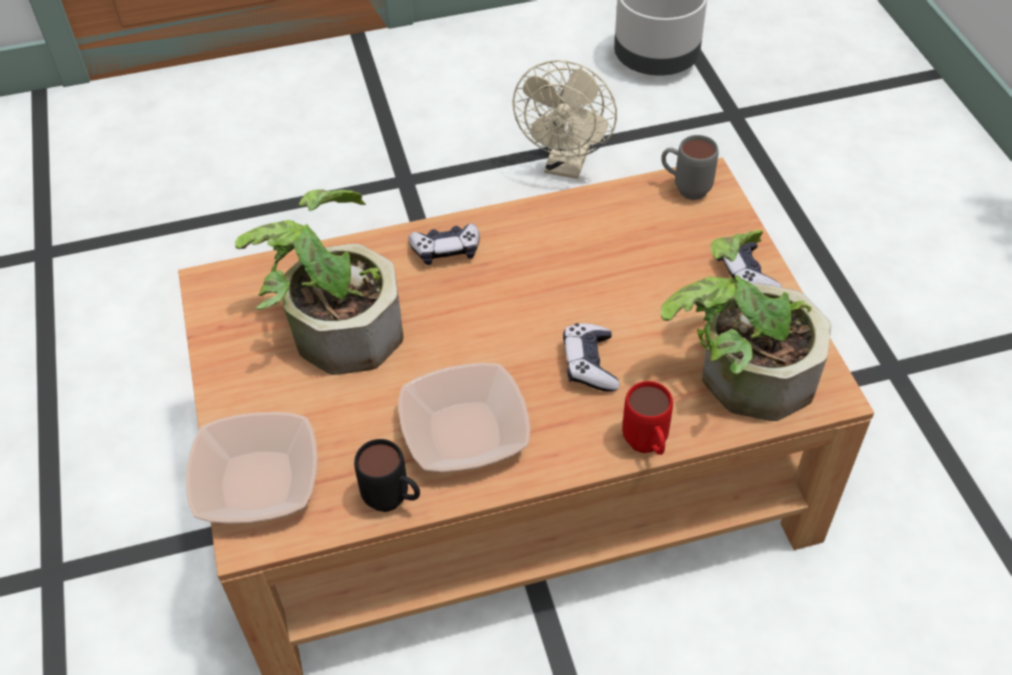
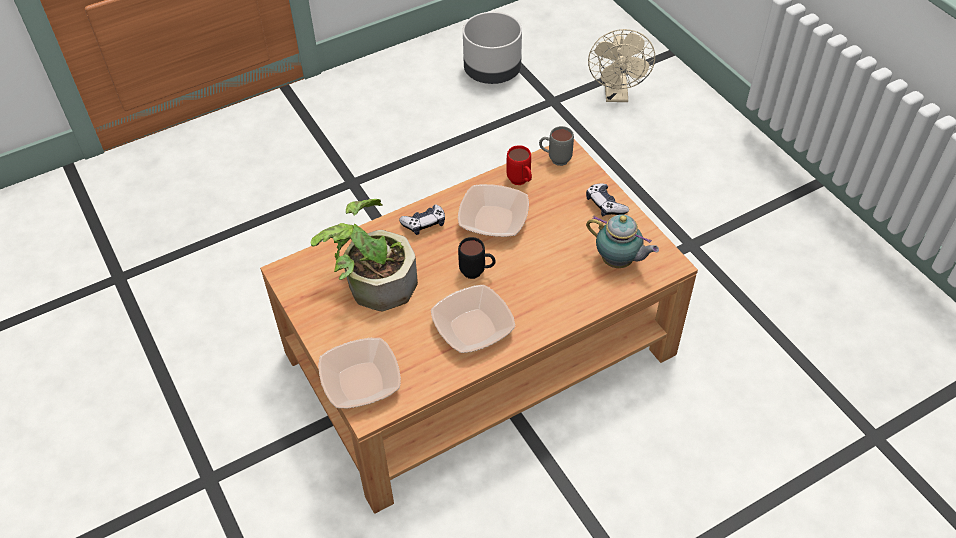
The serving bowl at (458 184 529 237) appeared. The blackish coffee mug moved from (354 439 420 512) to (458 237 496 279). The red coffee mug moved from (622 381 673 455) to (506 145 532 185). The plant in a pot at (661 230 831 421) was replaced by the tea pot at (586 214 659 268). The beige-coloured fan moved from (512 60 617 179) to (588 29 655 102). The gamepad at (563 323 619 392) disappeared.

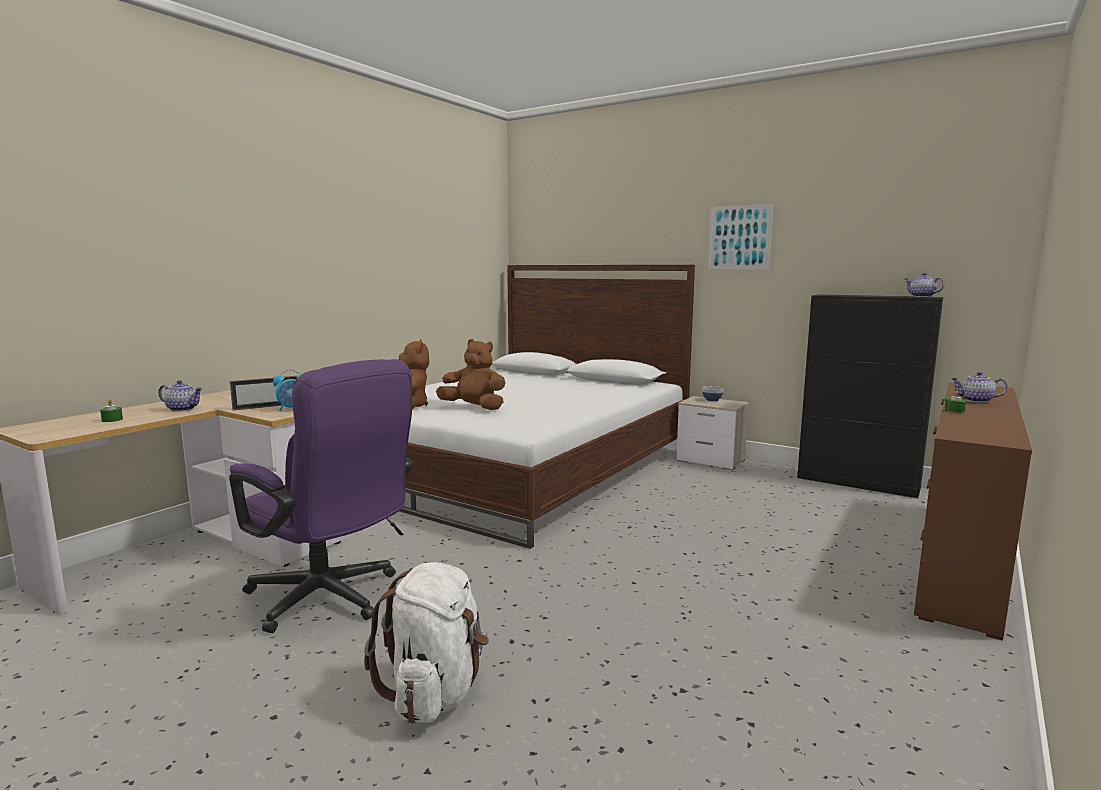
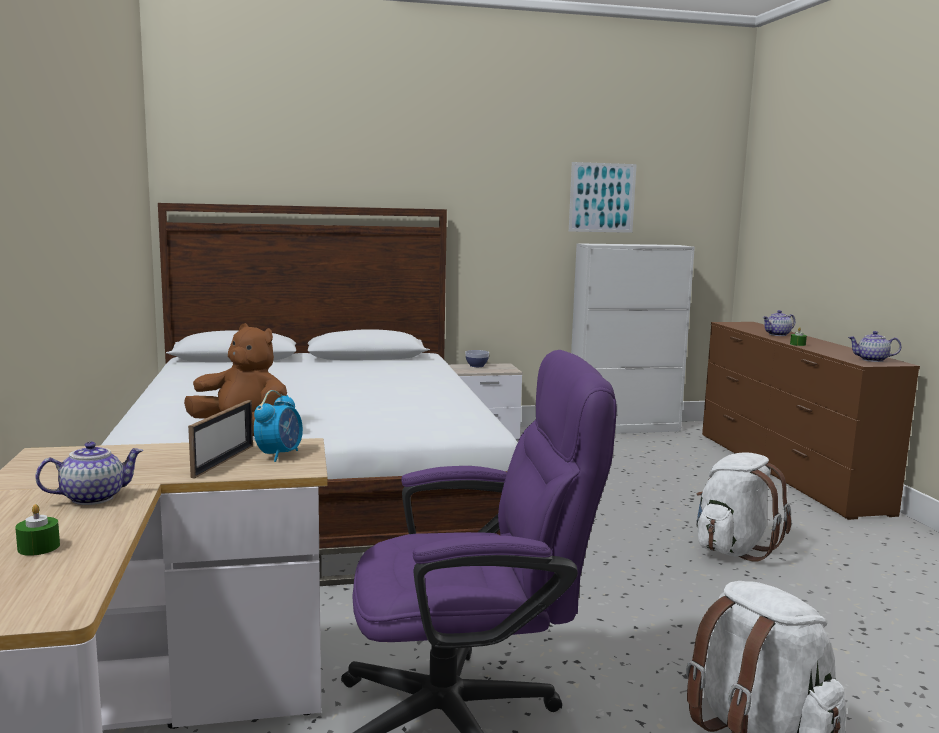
The picture moved from (708 204 773 269) to (569 162 637 233). The blackish storage cabinet at (797 294 943 498) became the white storage cabinet at (571 243 695 434). The white rucksack at (696 452 791 562) appeared. The tea pot moved from (905 273 944 297) to (848 331 901 362). The brown-coloured soft toy at (436 339 505 410) disappeared.

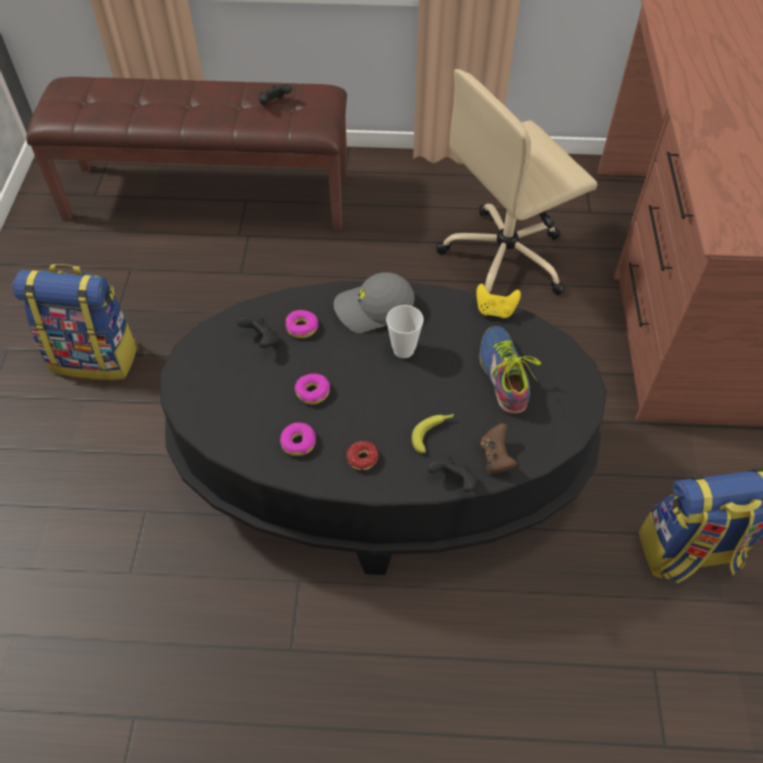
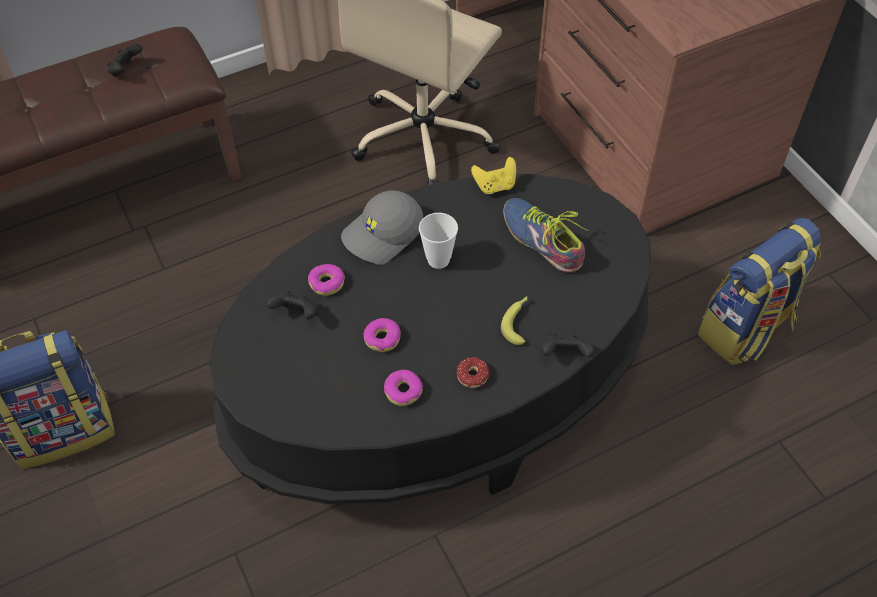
The brown-coloured gamepad at (480 423 518 474) disappeared.

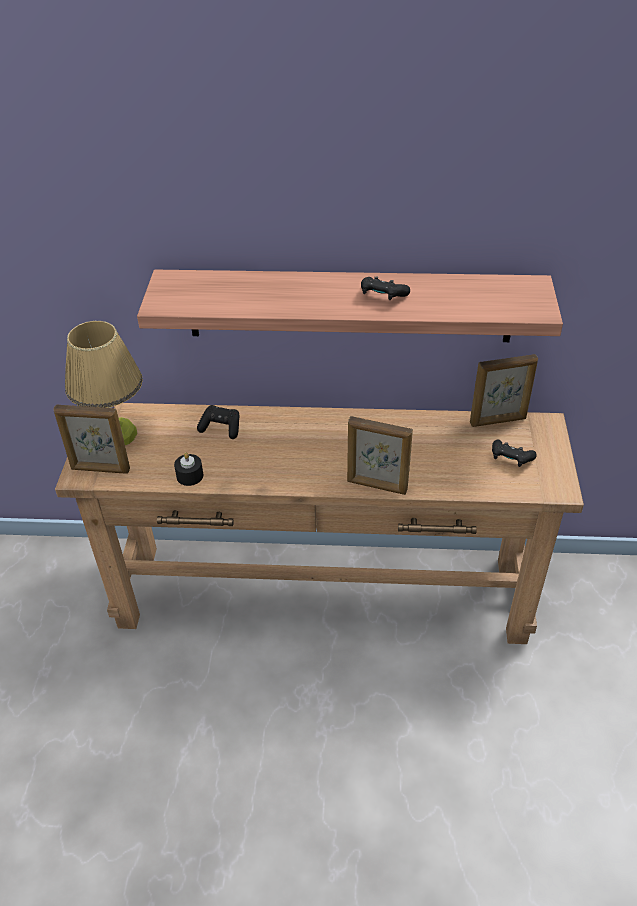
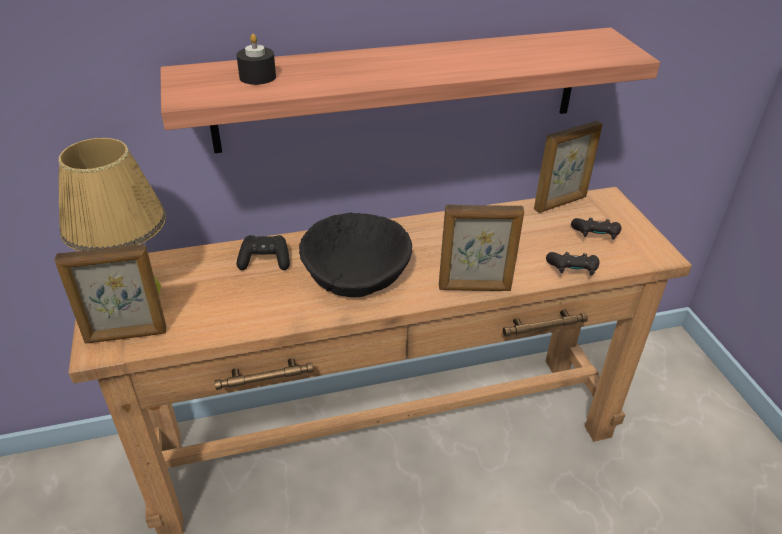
The blackish wax light moved from (174 453 203 486) to (237 34 276 85). The blackish serving bowl at (299 212 412 297) appeared. The blackish gamepad moved from (361 277 410 300) to (546 252 600 276).

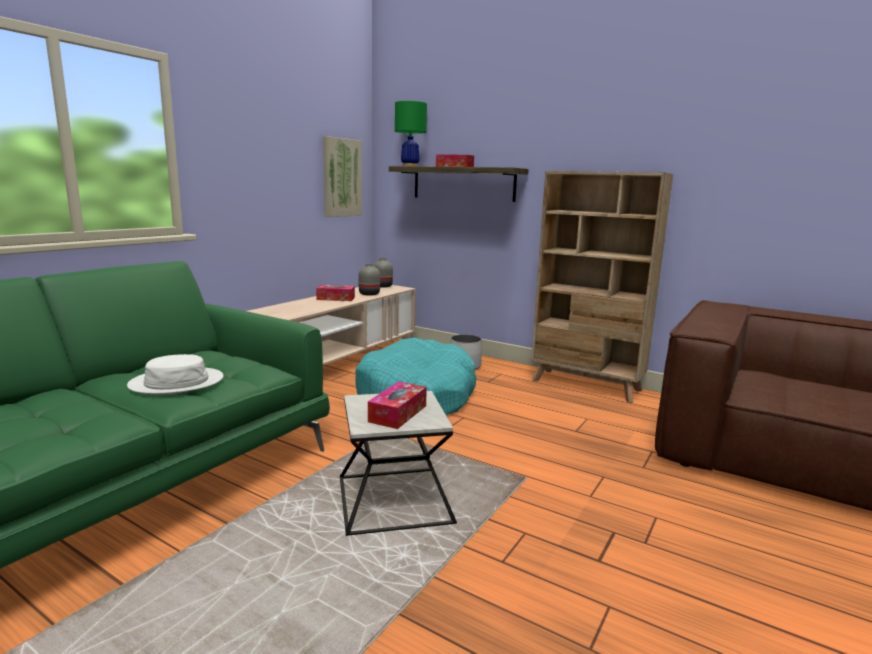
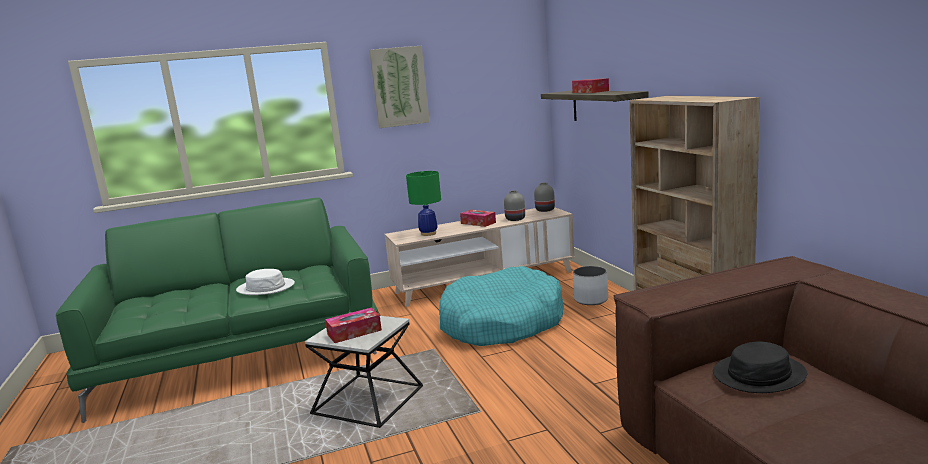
The picture moved from (323 136 362 217) to (369 46 430 128). The green lamp for a table moved from (395 100 427 166) to (406 171 441 236). The blackish hat at (713 341 807 393) appeared.

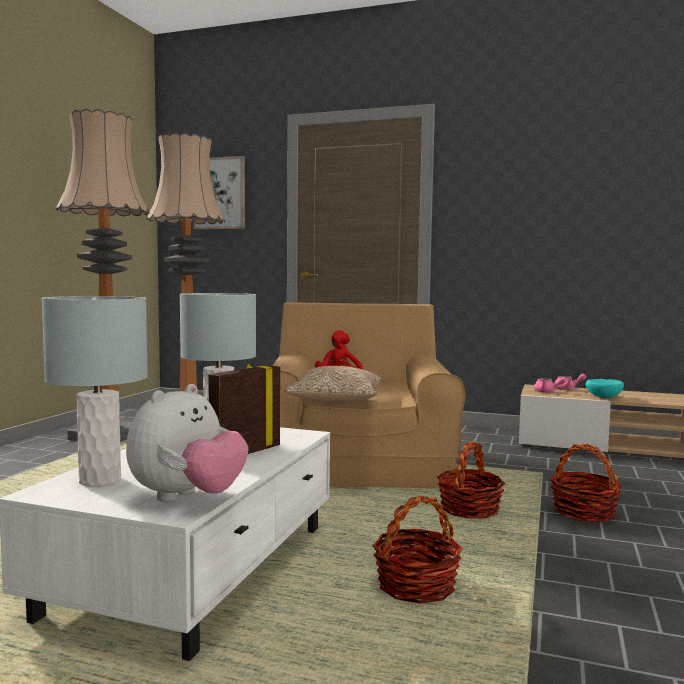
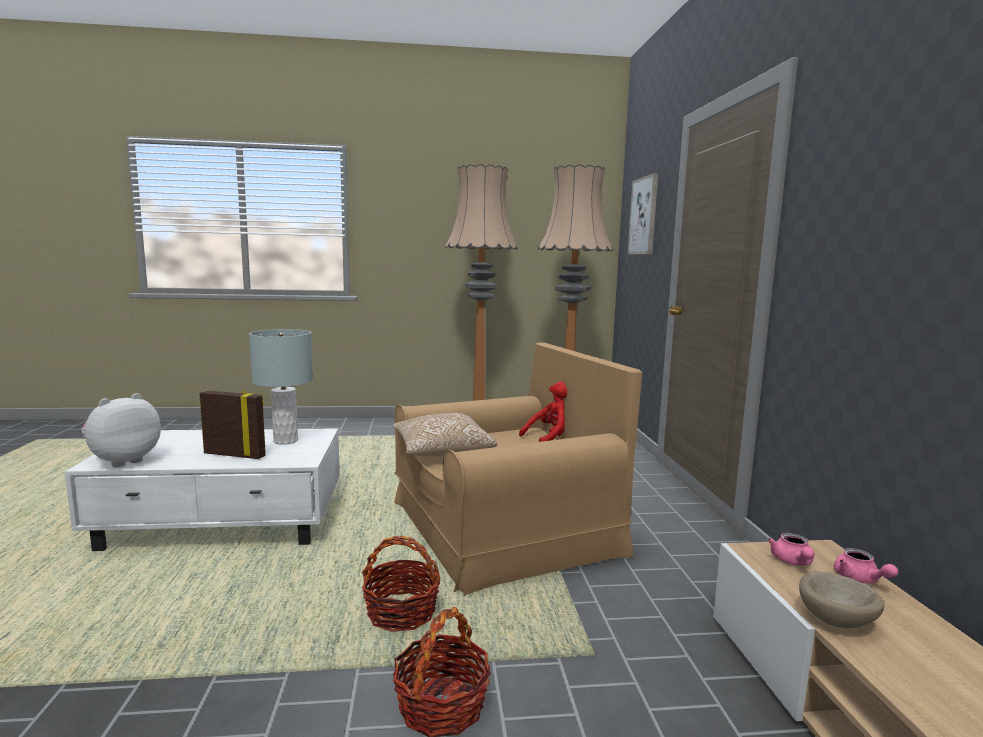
The soft toy at (126 384 249 502) turned 120 degrees clockwise. The blue-green serving bowl at (585 379 624 398) became the beige-coloured serving bowl at (799 571 885 628). The greyish lamp for a table at (42 296 148 487) disappeared. The storage basket at (372 496 463 604) disappeared.

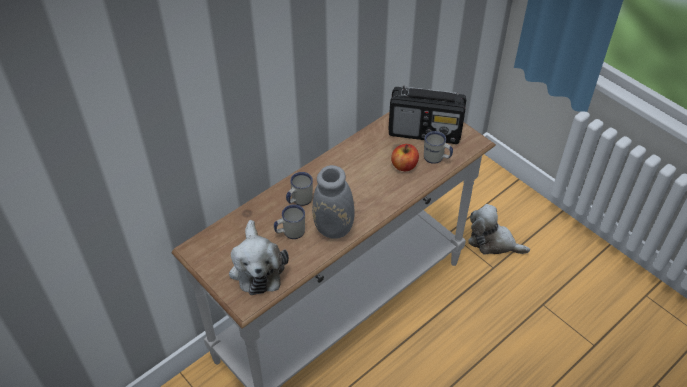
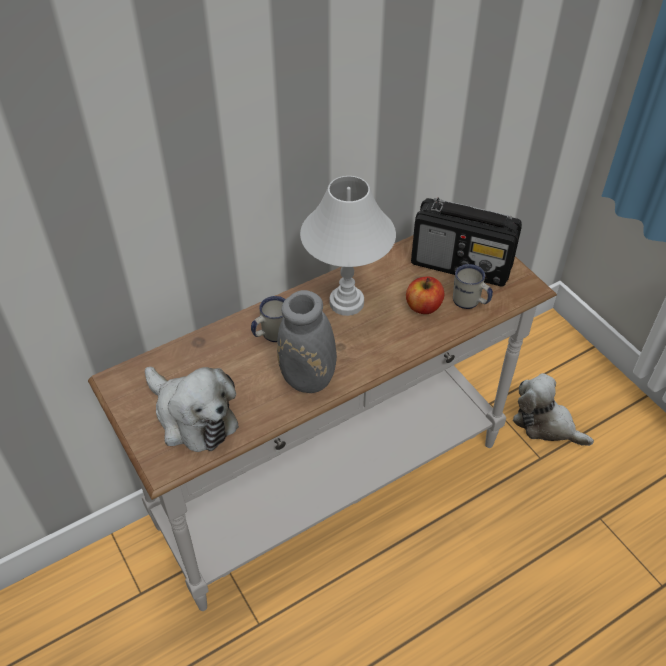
The soft toy at (229 220 289 295) turned 45 degrees counterclockwise. The white lamp for a table at (300 176 396 316) appeared. The white coffee mug at (274 204 305 239) disappeared.

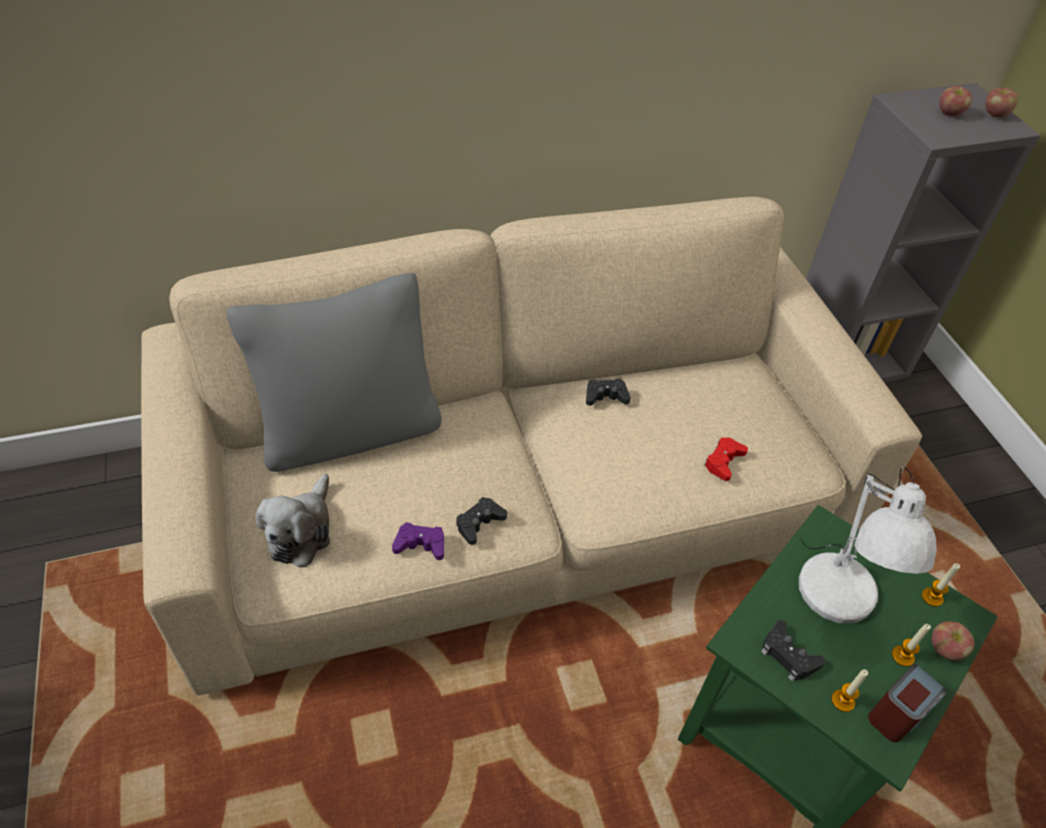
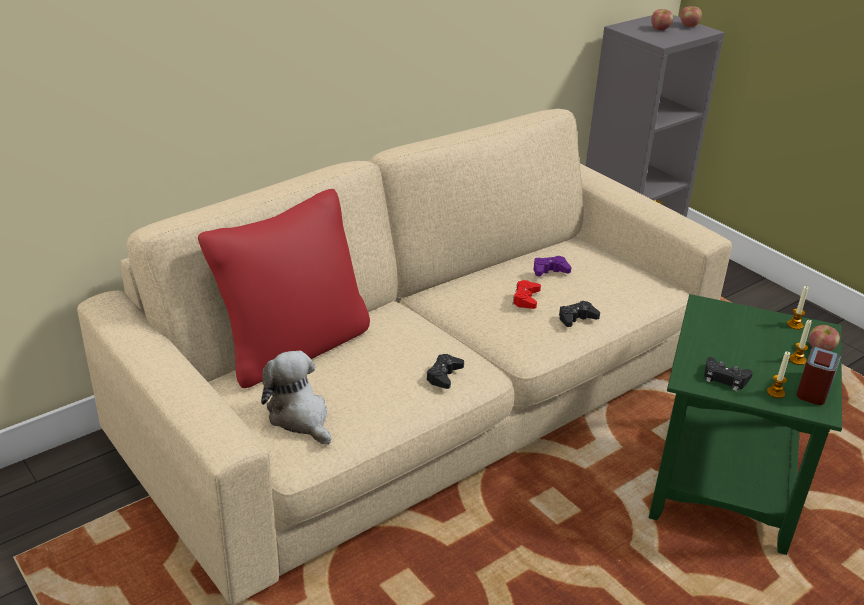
The greyish throw pillow at (226 273 442 472) became the red throw pillow at (198 189 370 388). The soft toy at (256 474 330 567) turned 150 degrees clockwise. The red gamepad moved from (704 437 748 481) to (512 280 541 309). The purplish gamepad moved from (392 522 444 560) to (533 256 571 276). The blackish gamepad moved from (586 379 631 406) to (559 301 600 327). The white lamp for a table at (799 467 937 623) disappeared.

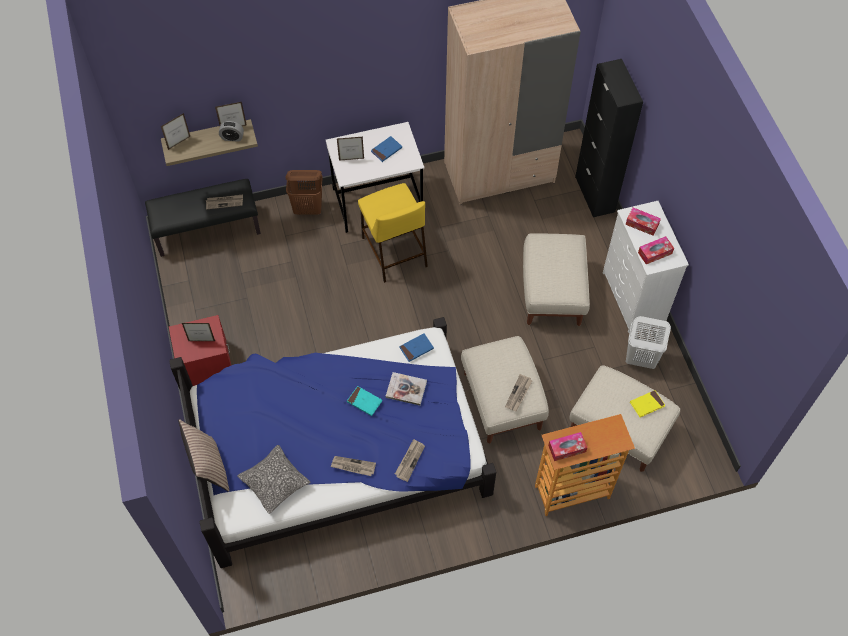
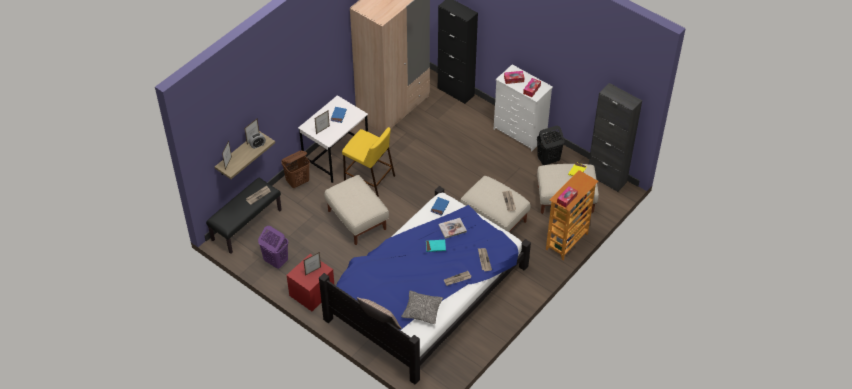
The purplish laundry basket at (258 226 288 269) appeared. The beige-coloured footrest moved from (523 233 590 326) to (324 175 389 245). The white laundry basket at (626 316 671 369) became the blackish laundry basket at (537 126 564 166). The blackish storage cabinet at (589 83 642 192) appeared.

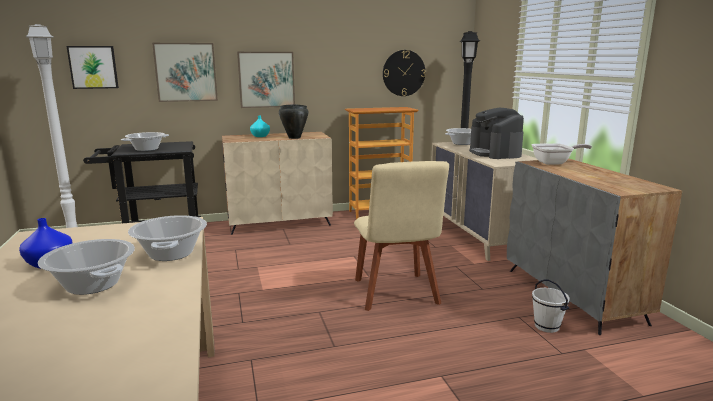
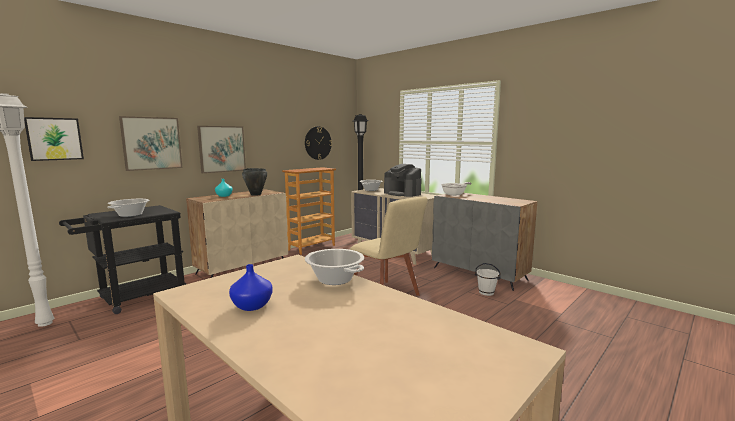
The cooking pot at (38 239 135 295) disappeared.

